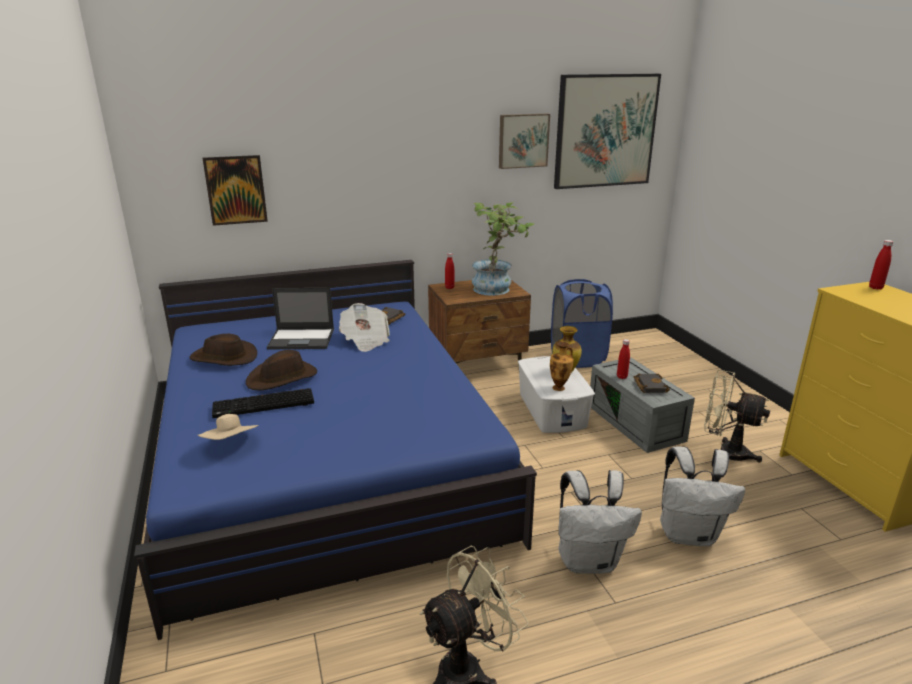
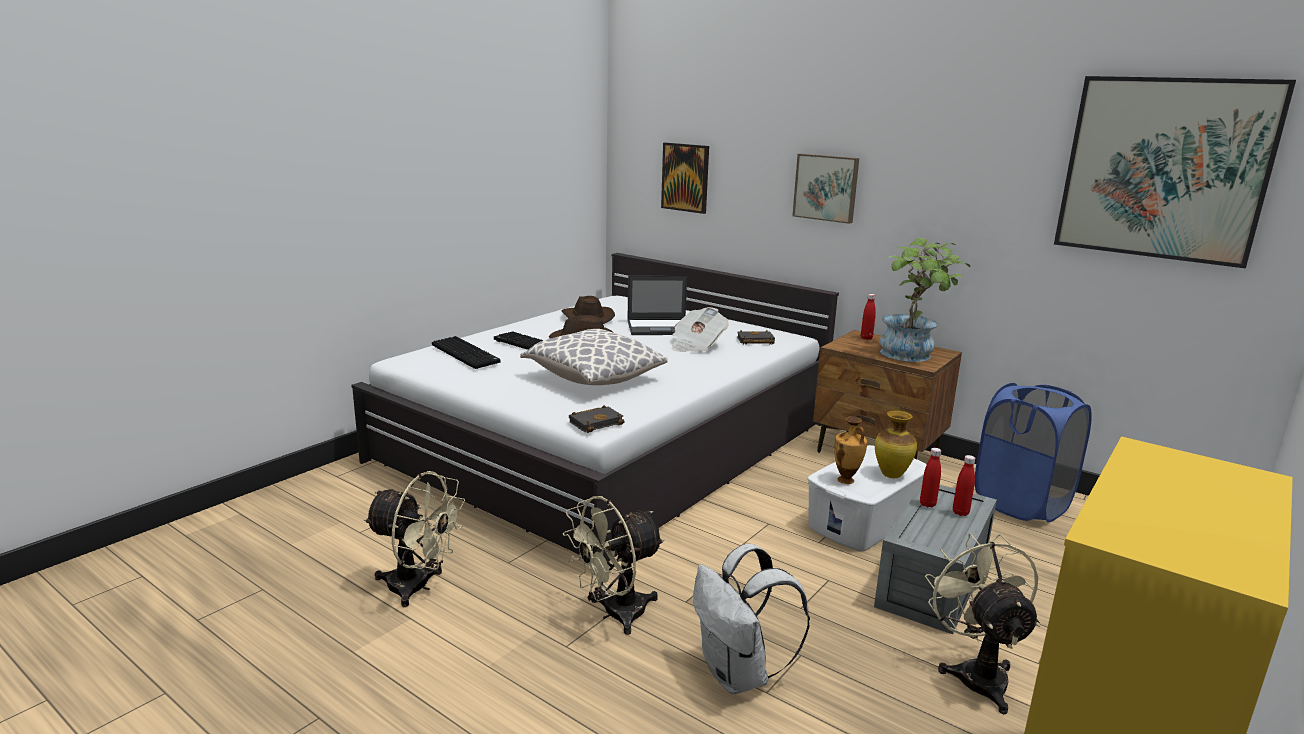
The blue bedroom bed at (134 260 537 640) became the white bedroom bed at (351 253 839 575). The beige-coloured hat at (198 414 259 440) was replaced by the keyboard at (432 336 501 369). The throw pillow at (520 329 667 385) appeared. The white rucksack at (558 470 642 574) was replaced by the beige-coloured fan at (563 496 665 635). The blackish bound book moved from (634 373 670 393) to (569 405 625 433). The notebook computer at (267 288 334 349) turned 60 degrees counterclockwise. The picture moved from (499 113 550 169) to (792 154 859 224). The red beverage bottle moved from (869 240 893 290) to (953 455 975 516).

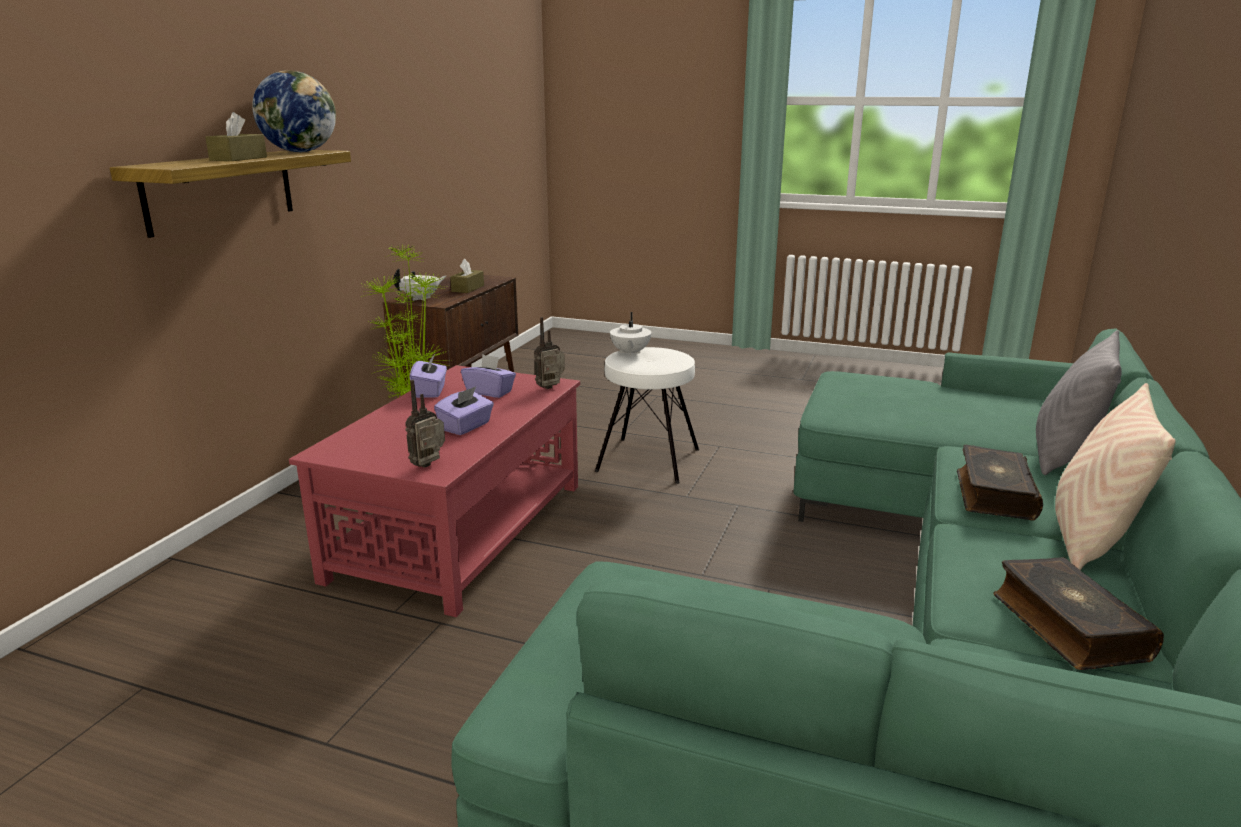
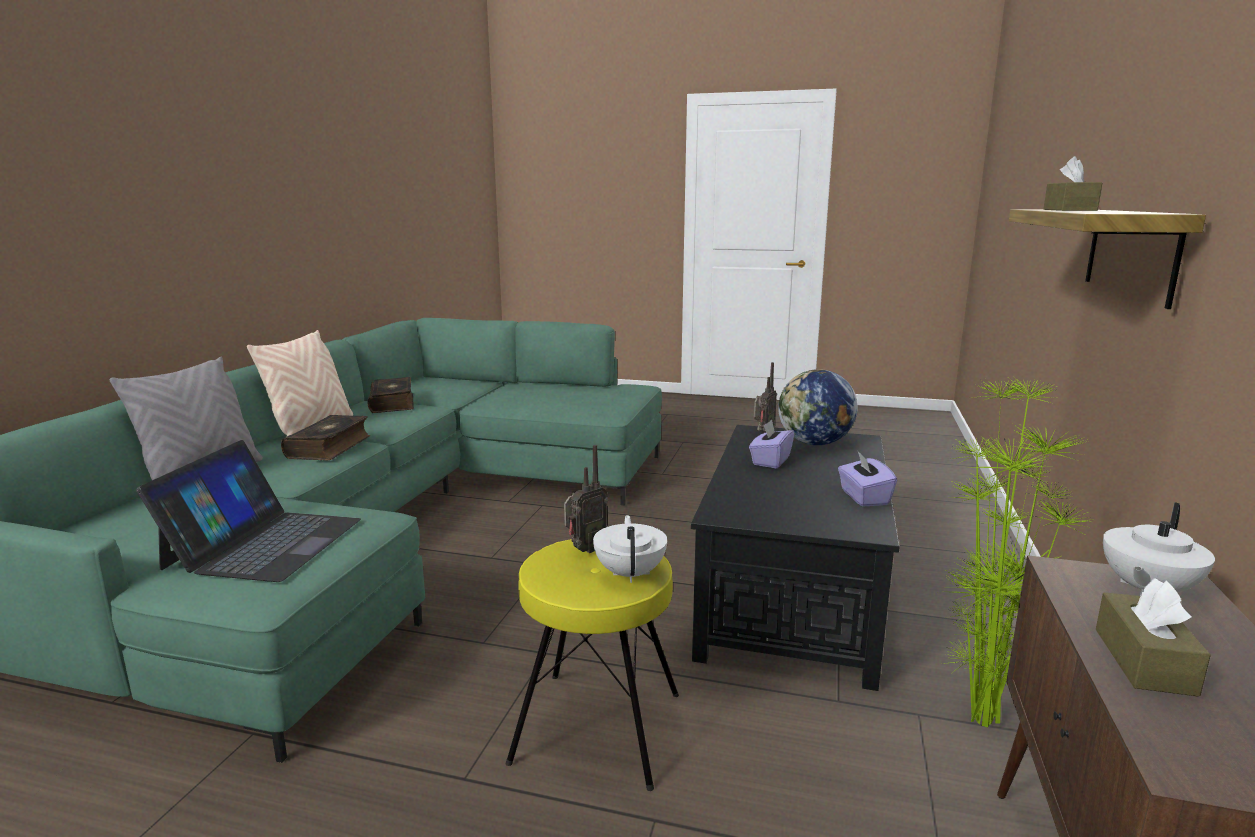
The notebook computer at (136 440 361 582) appeared. The white stool seat at (595 347 699 484) became the yellow-coloured stool seat at (506 539 679 791). The radio set moved from (534 317 565 389) to (564 445 608 553). The red lounge table at (289 365 580 617) became the blackish lounge table at (691 425 900 691). The world globe moved from (252 70 336 152) to (778 369 858 445). The purplish box of tissues at (461 354 516 398) disappeared.

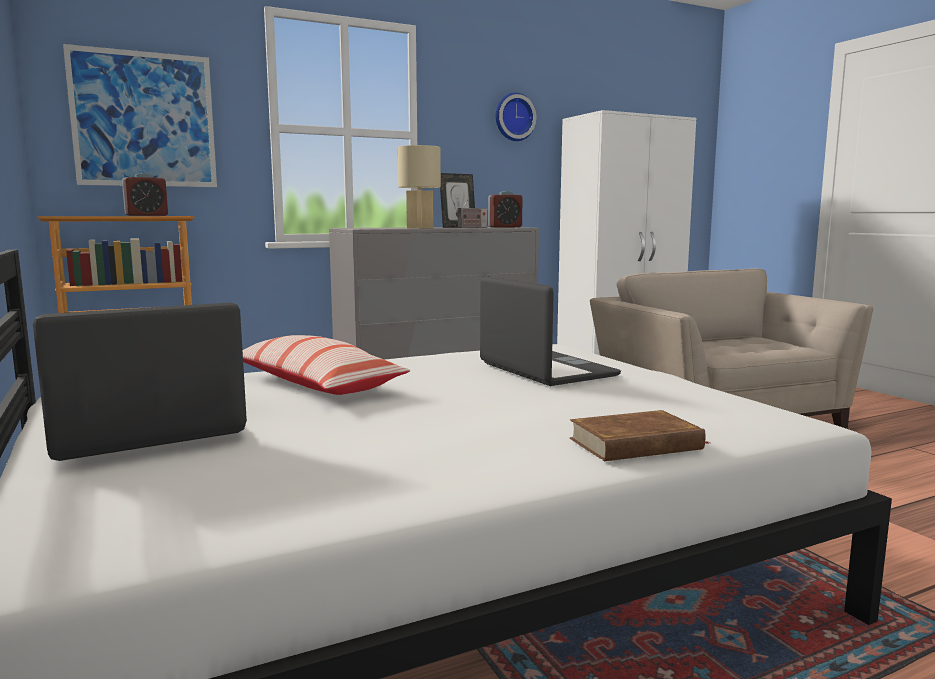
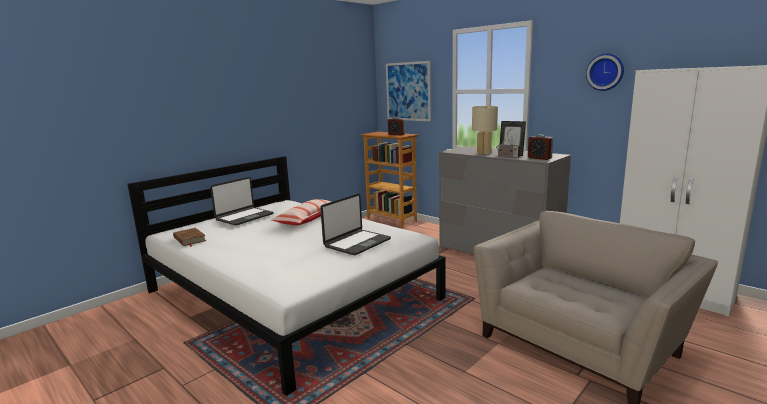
The brown-coloured bound book moved from (570 410 709 461) to (173 228 206 247). The notebook computer at (33 302 247 461) turned 90 degrees clockwise.

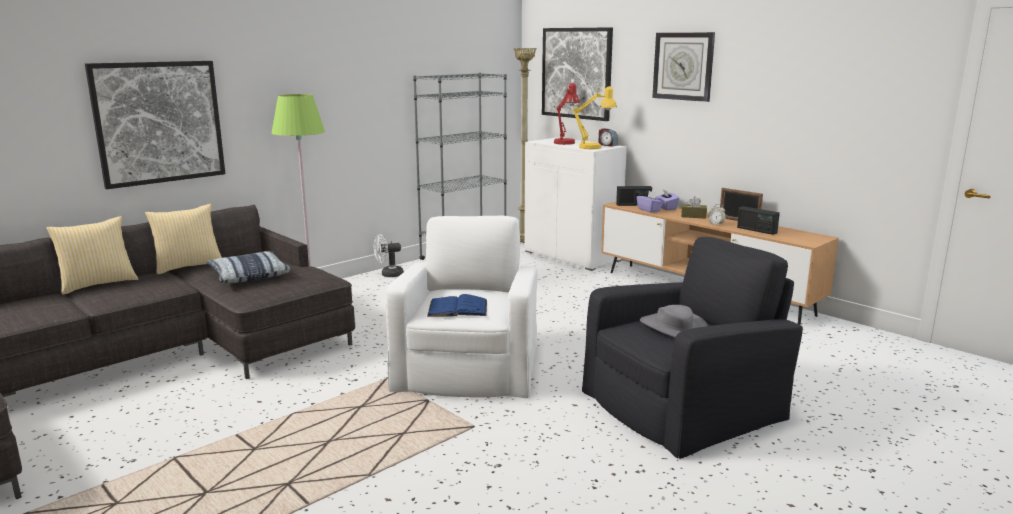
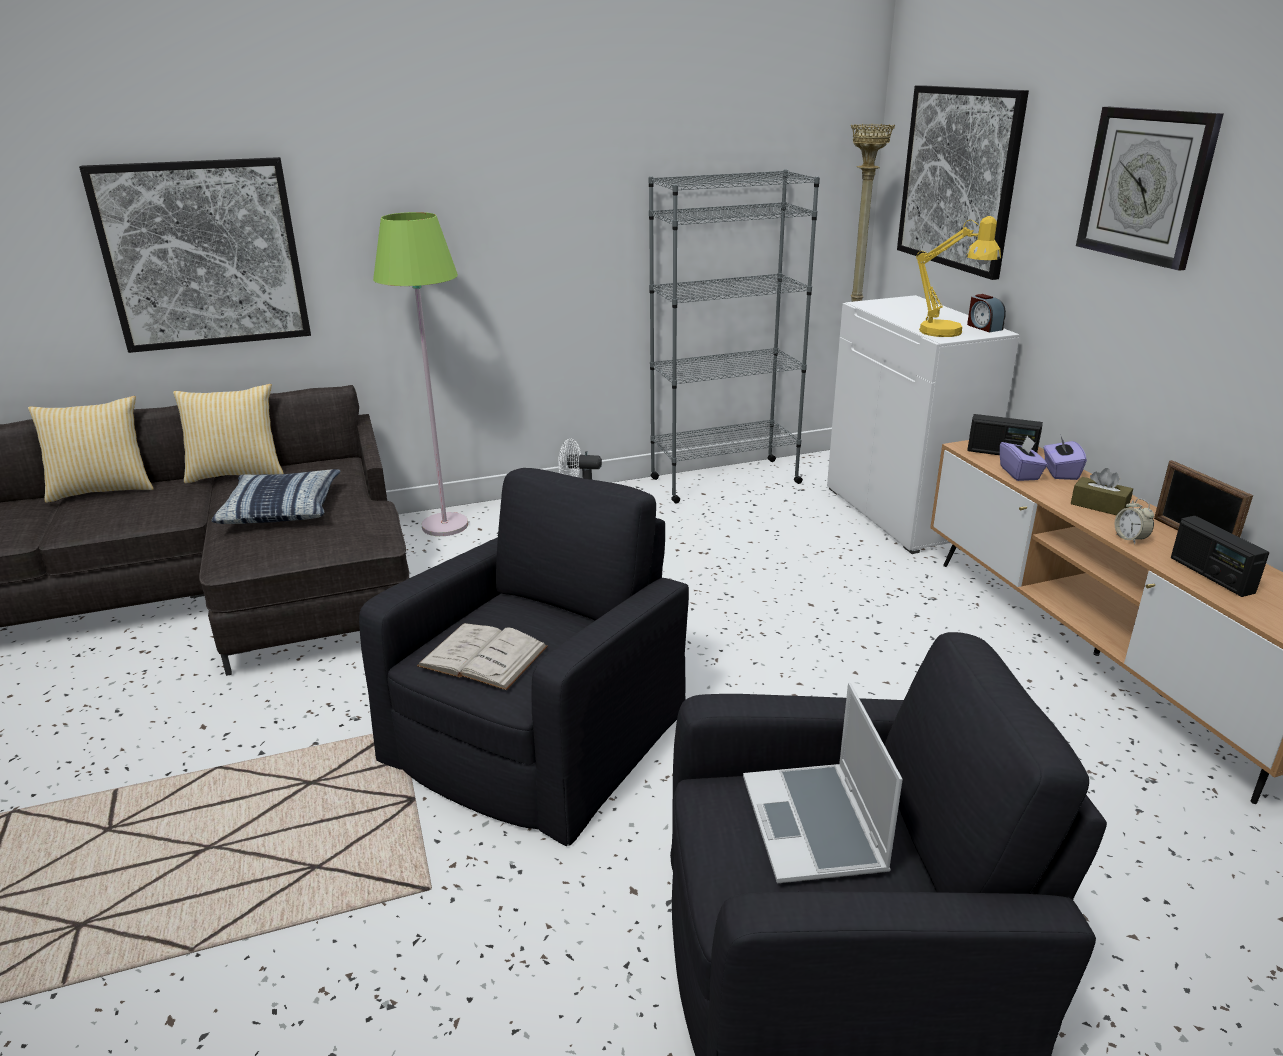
The white easy chair at (386 216 537 398) became the blackish easy chair at (359 468 689 846). The blue bound book at (427 294 487 317) became the white bound book at (417 623 548 690). The greyish hat at (640 305 708 338) was replaced by the notebook computer at (743 683 903 884). The red lamp for a table at (554 83 580 145) disappeared.

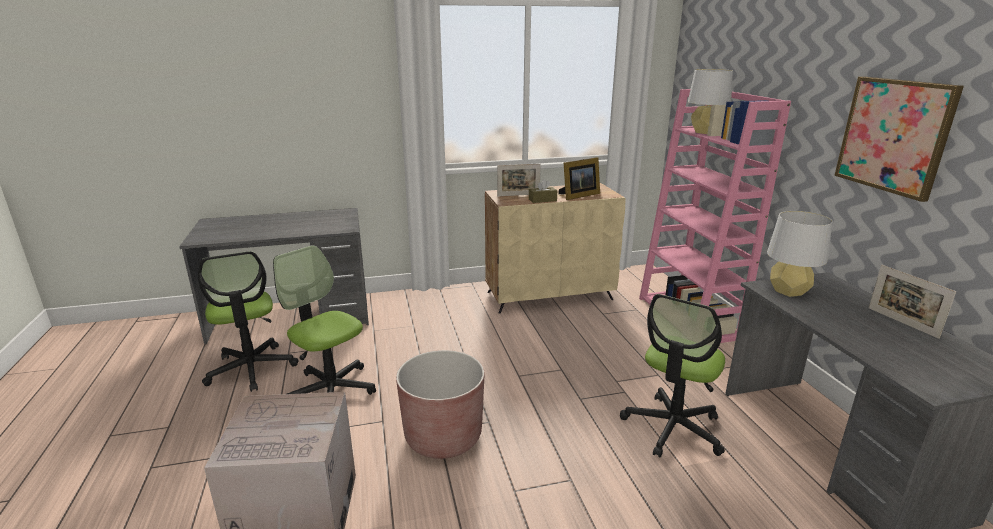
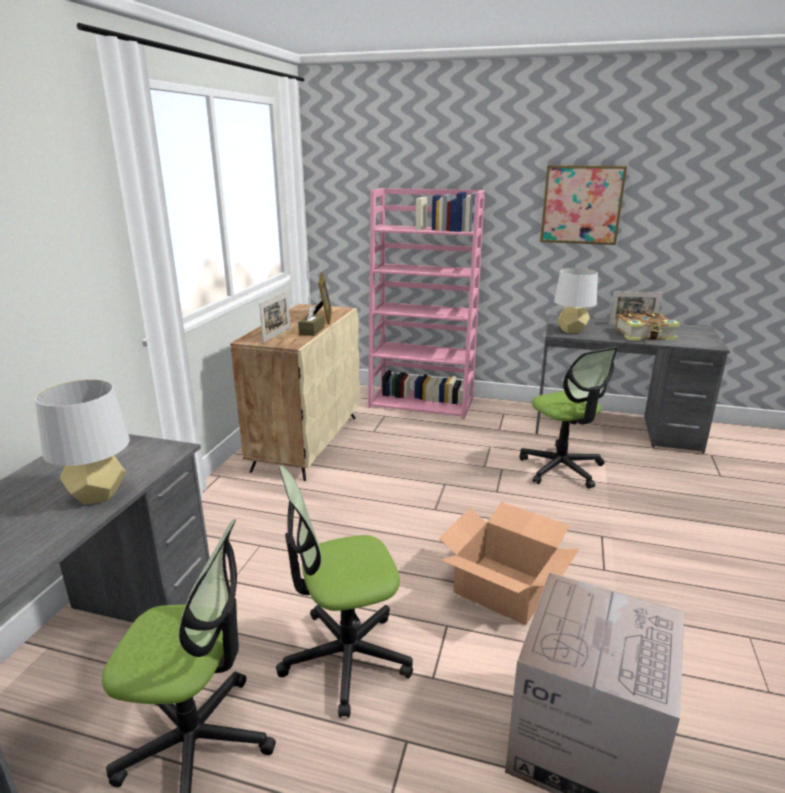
The greyish lamp for a table moved from (688 69 733 134) to (35 379 130 504). The brown-coloured plant pot at (396 350 484 459) was replaced by the cardboard box at (439 502 579 625). The bound book at (616 313 680 341) appeared.

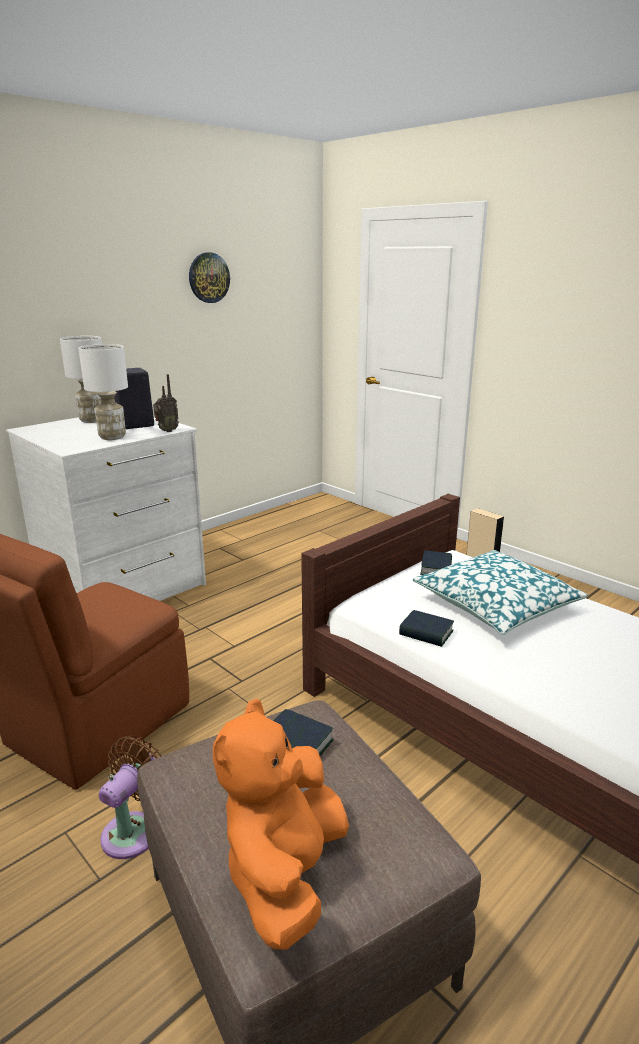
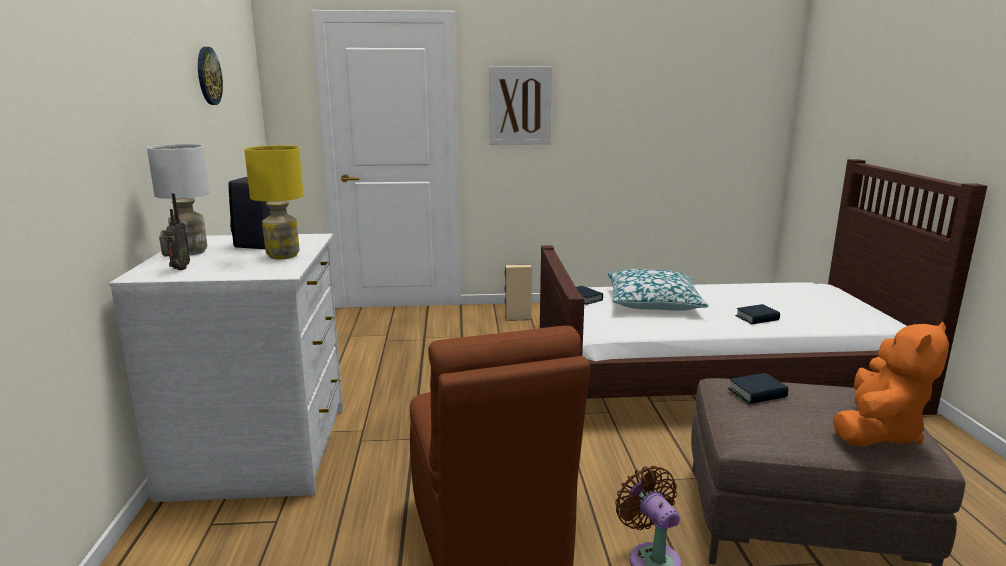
The radio set moved from (153 374 179 432) to (159 193 190 270). The white lamp for a table at (78 344 128 440) became the yellow-coloured lamp for a table at (244 145 303 259). The picture at (489 67 552 145) appeared. The bound book moved from (399 610 454 647) to (735 304 780 324). The orangey soft toy at (213 699 349 950) turned 105 degrees counterclockwise.

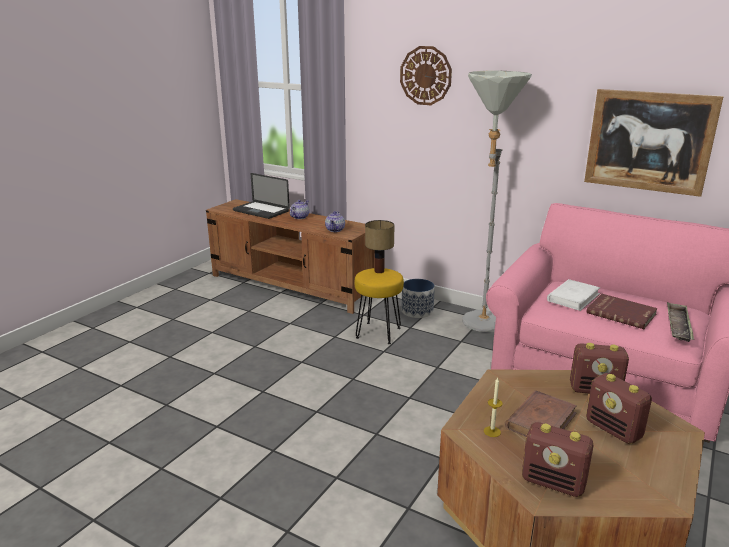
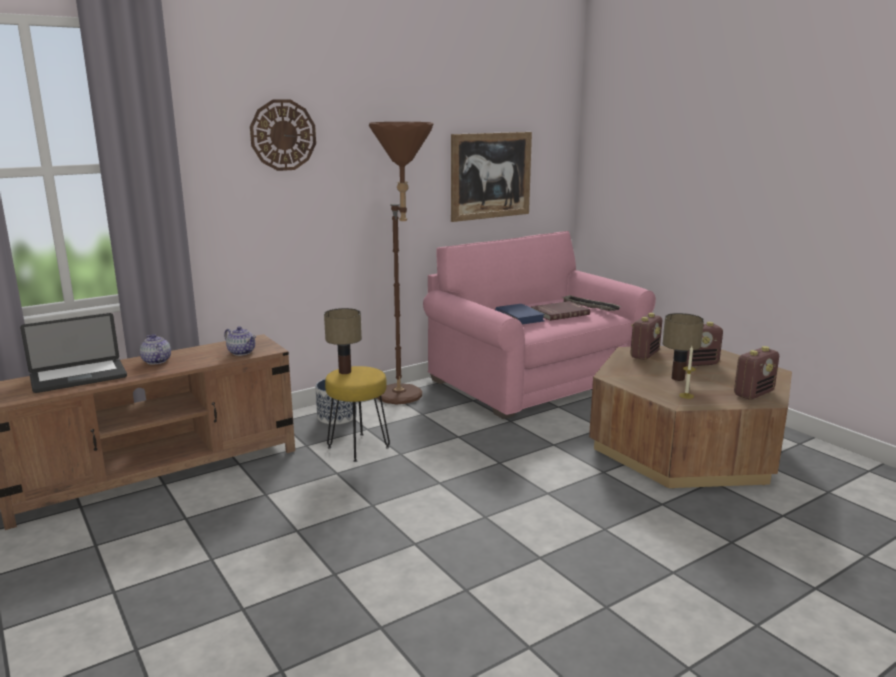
The greyish floor lamp at (462 71 532 332) became the brown-coloured floor lamp at (369 122 434 404). The white bound book at (547 279 600 311) became the blue bound book at (495 304 545 324). The brown-coloured bound book at (505 390 577 437) was replaced by the lamp for a table at (662 313 704 381).

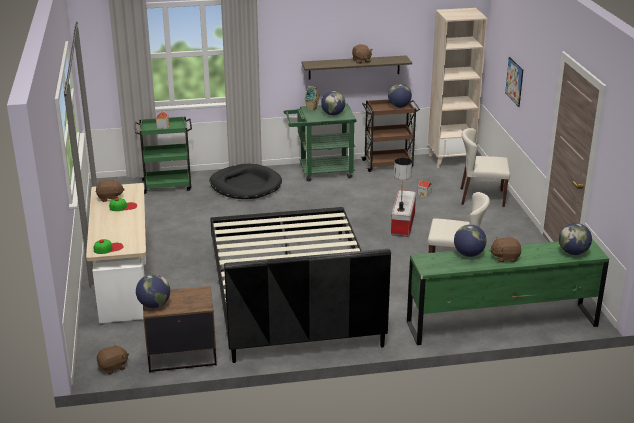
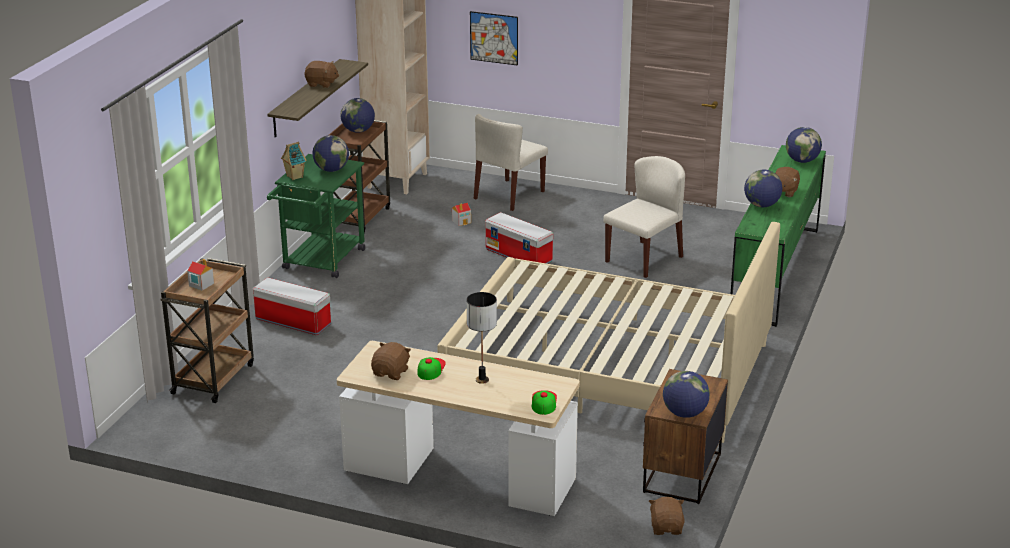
The green cart at (135 116 192 194) became the brown-coloured cart at (160 258 254 403). The blackish dog bed at (209 164 282 199) was replaced by the storage bin at (253 277 331 335). The blackish bedroom bed at (210 207 391 363) became the beige-coloured bedroom bed at (437 222 780 443). The lamp for a table moved from (394 158 412 212) to (466 292 497 384).

